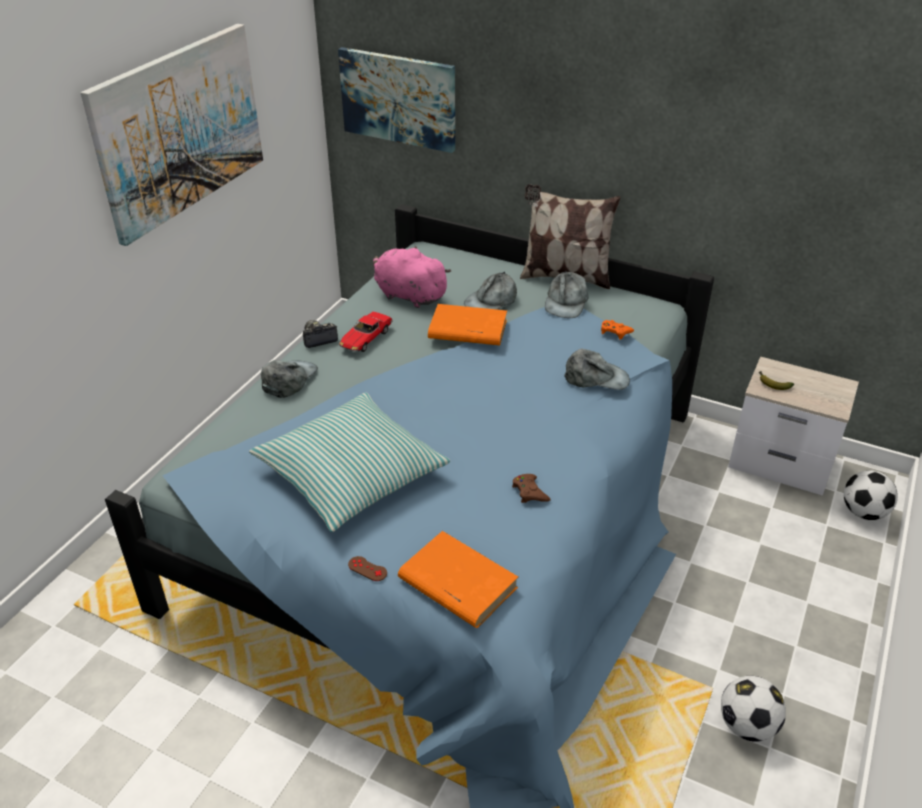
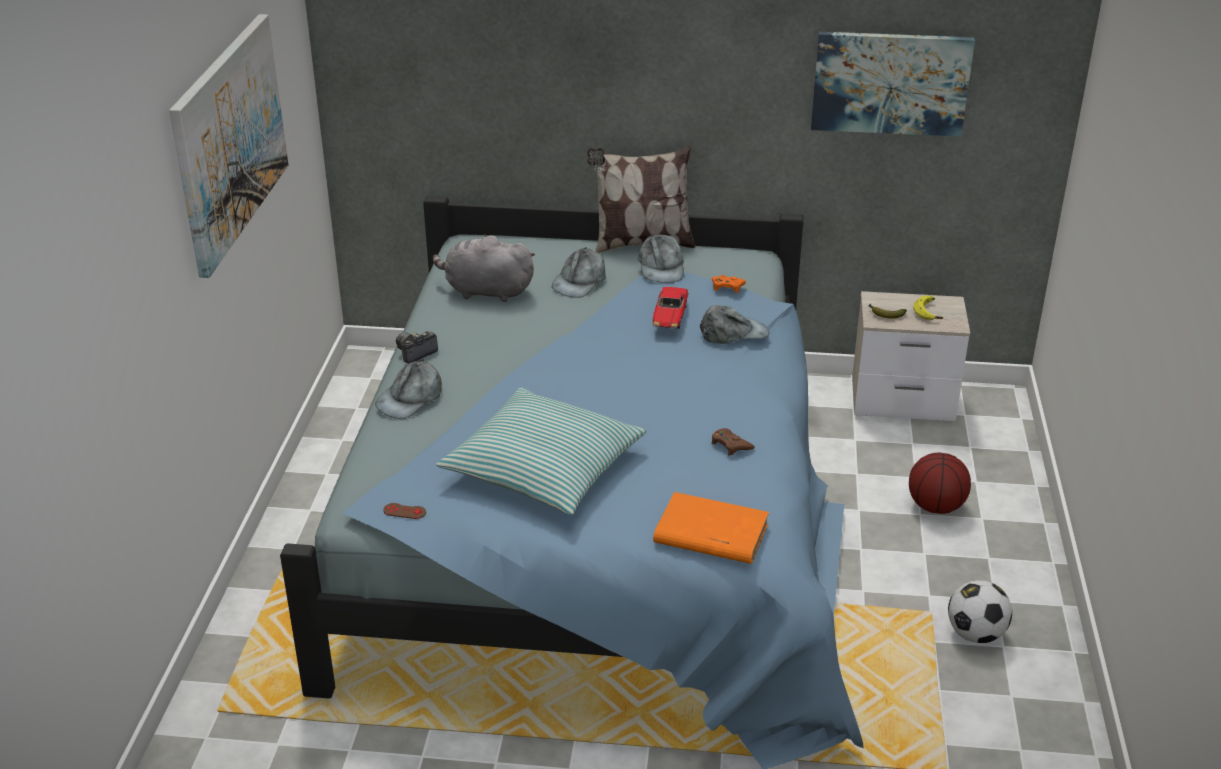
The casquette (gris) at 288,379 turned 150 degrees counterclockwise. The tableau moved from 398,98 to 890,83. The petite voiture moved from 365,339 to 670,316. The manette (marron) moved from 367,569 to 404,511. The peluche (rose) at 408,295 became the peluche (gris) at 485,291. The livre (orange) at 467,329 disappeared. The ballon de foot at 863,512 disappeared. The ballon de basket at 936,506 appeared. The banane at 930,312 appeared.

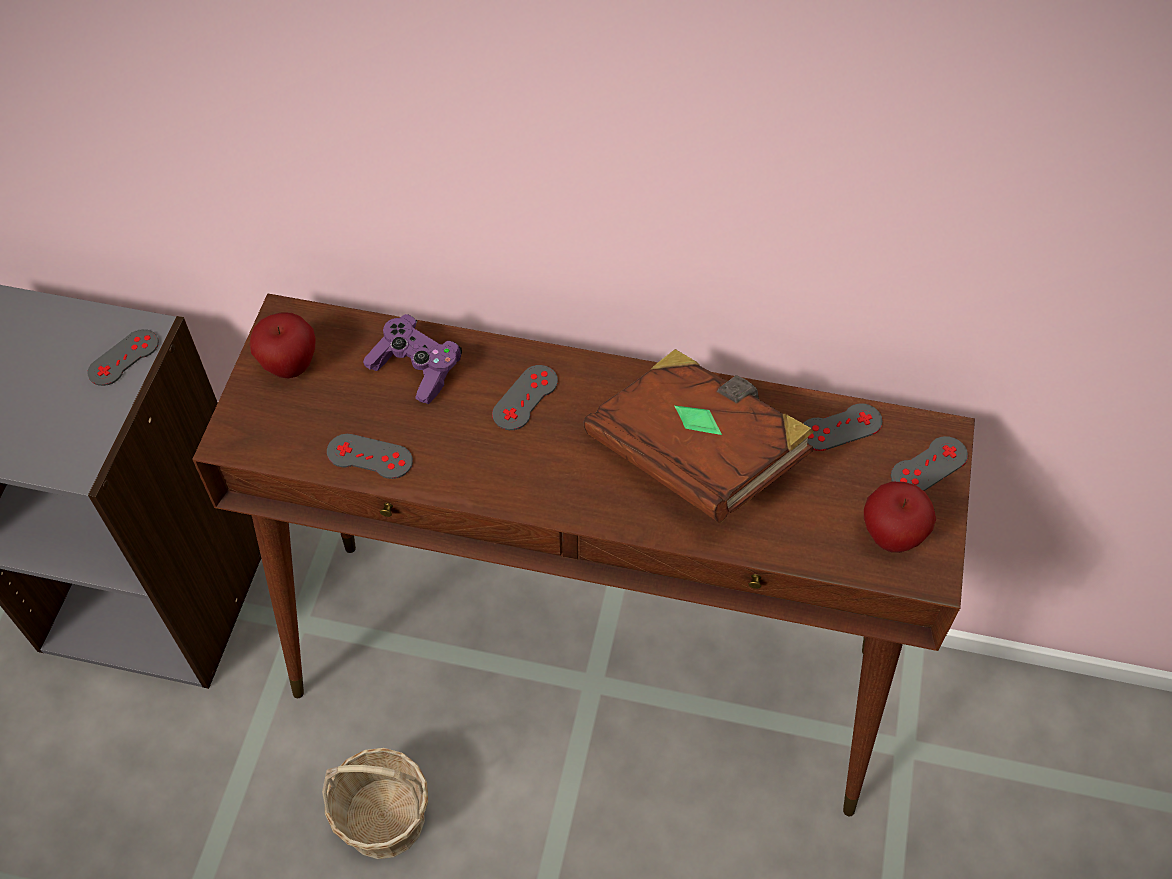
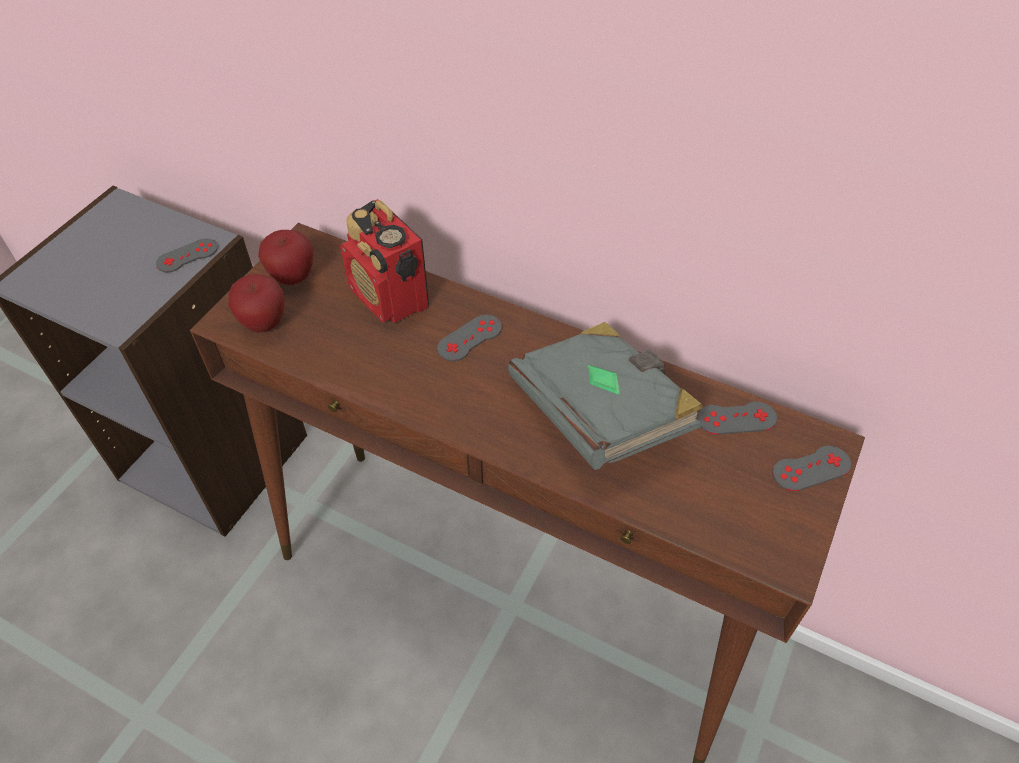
The panier at 383,817 disappeared. The manette (gris) at 369,456 disappeared. The manette (violet) at 416,368 was replaced by the radio at 390,298. The livre (marron) at 696,454 became the livre (gris) at 600,413. The pomme moved from 891,536 to 264,323.

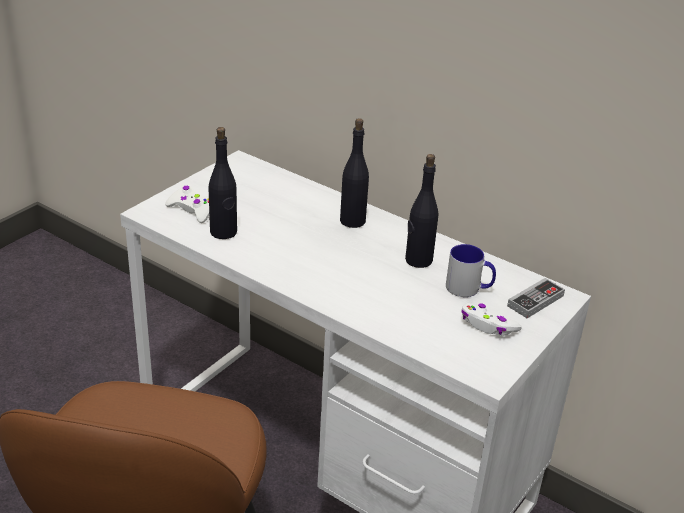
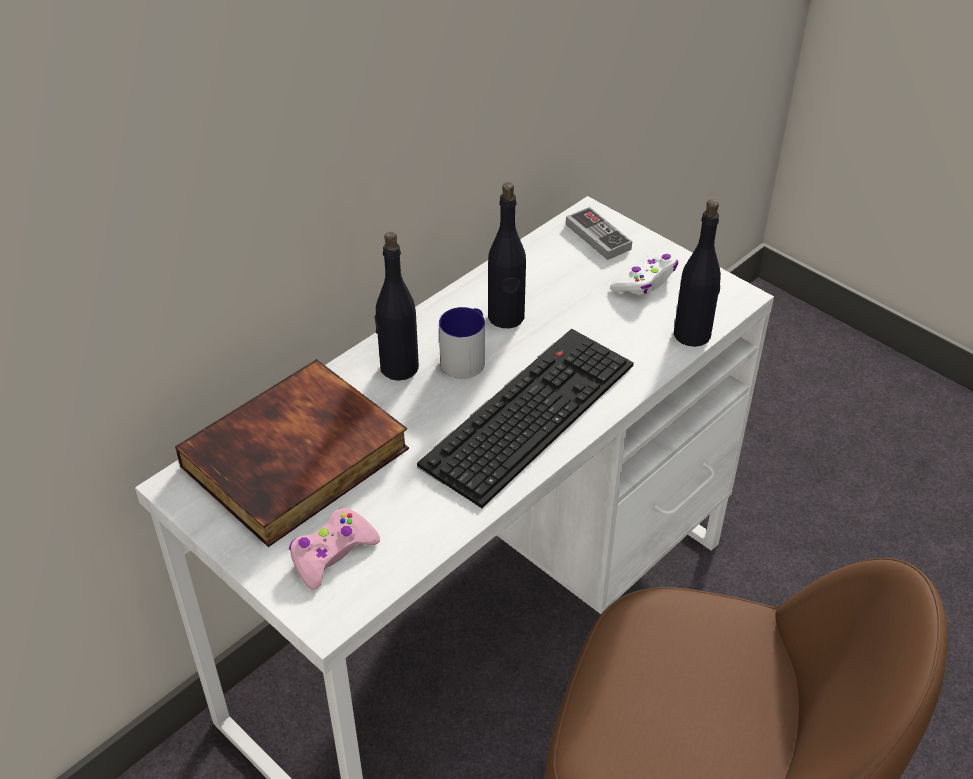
The manette (blanc) at 192,210 became the manette (rose) at 332,554. The bouteille (noir) moved from 223,232 to 692,334. The mug moved from 469,288 to 466,357. The livre at 296,460 appeared. The clavier at 528,411 appeared.

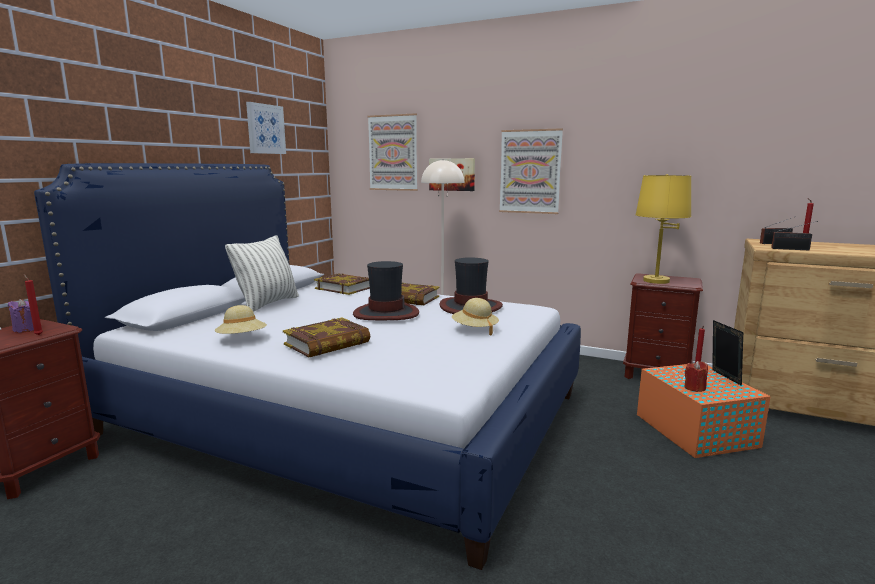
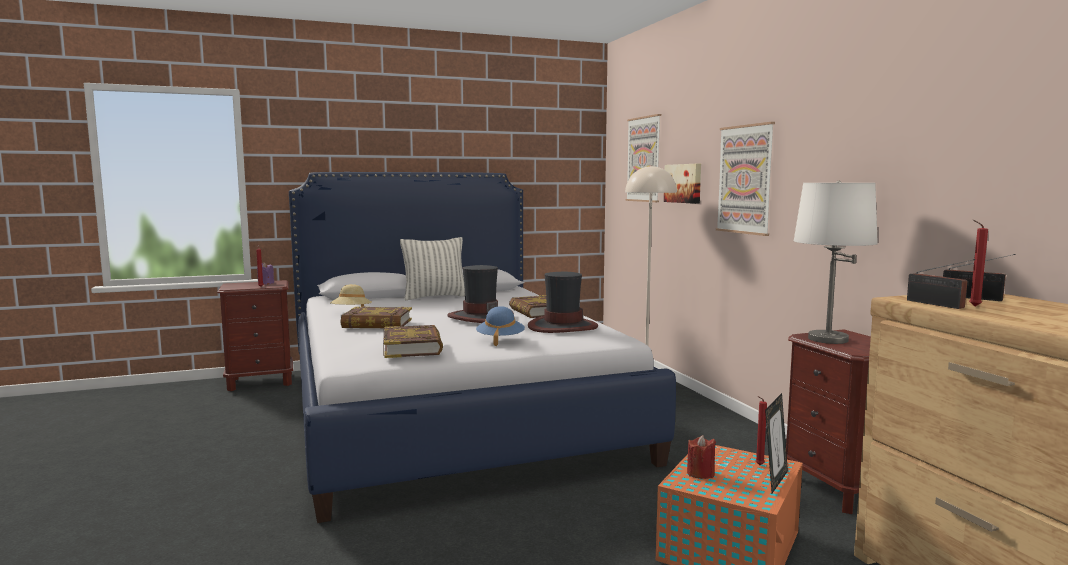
The tableau at 265,129 disappeared. The livre moved from 344,288 to 413,347. The chapeau (beige) at 474,329 became the chapeau (bleu) at 500,340. The lampe de table (jaune) at 656,281 became the lampe de table (blanc) at 827,339.

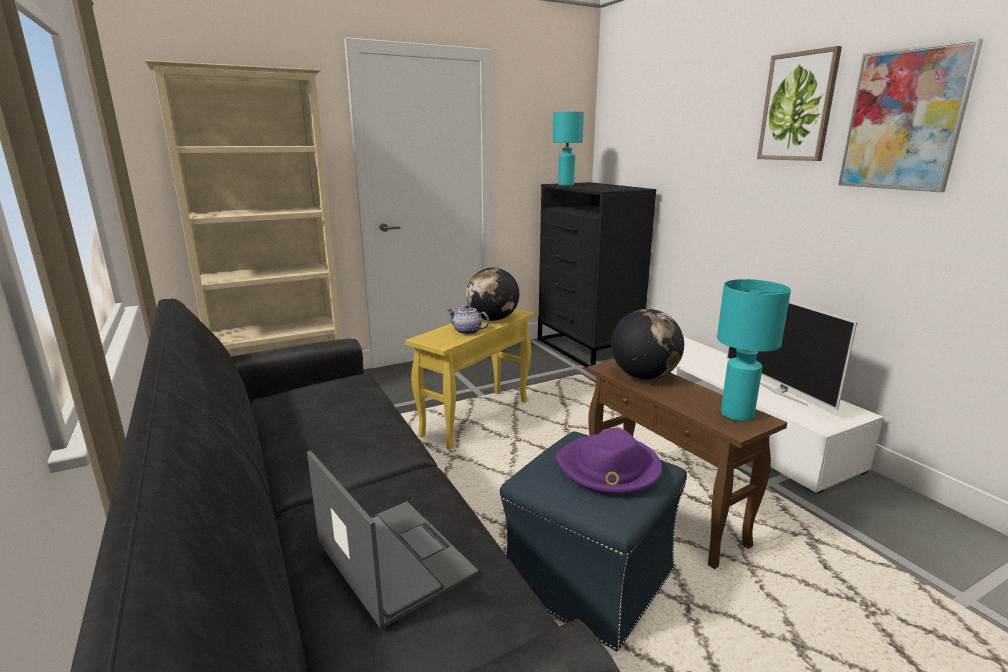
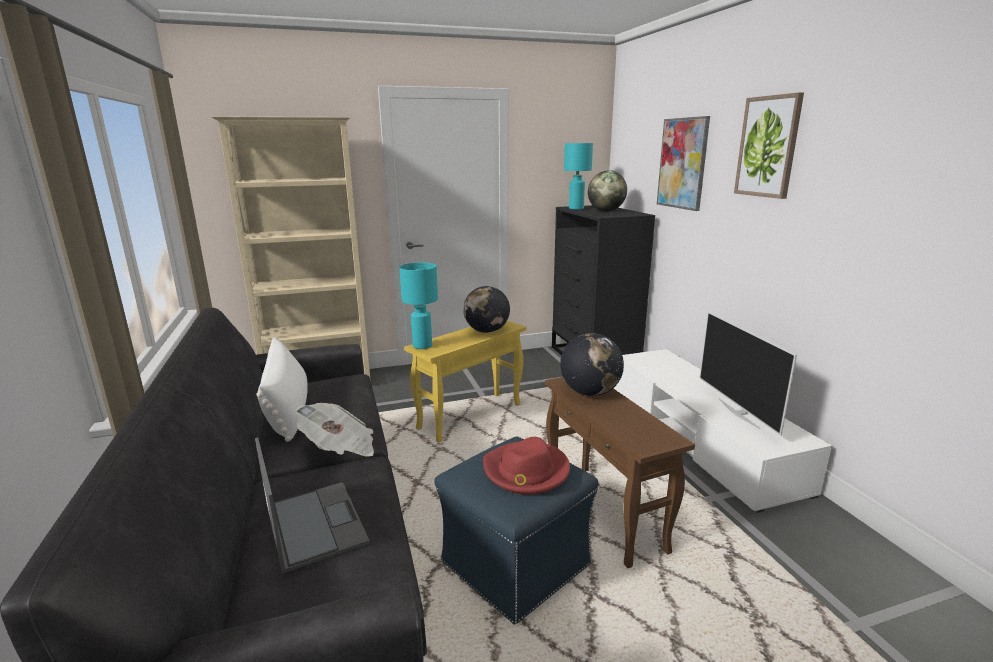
The théière at 467,331 disappeared. The chapeau (violet) at 609,469 became the chapeau (rouge) at 526,471. The lampe de table (turquoise) moved from 737,414 to 423,346. The tableau moved from 904,120 to 682,163. The coussin (blanc) at 288,410 appeared. The journal at 340,448 appeared. The globe at 606,211 appeared.

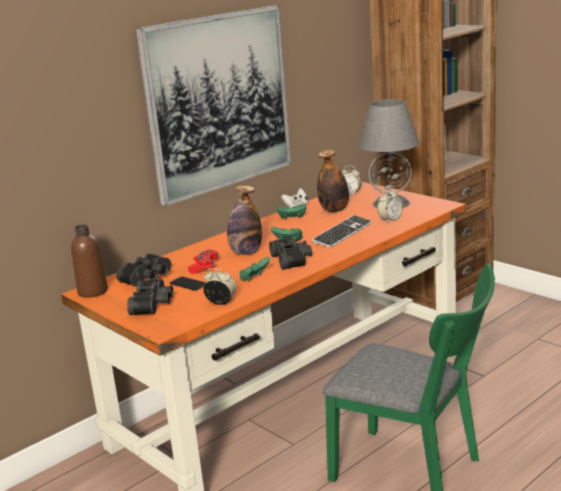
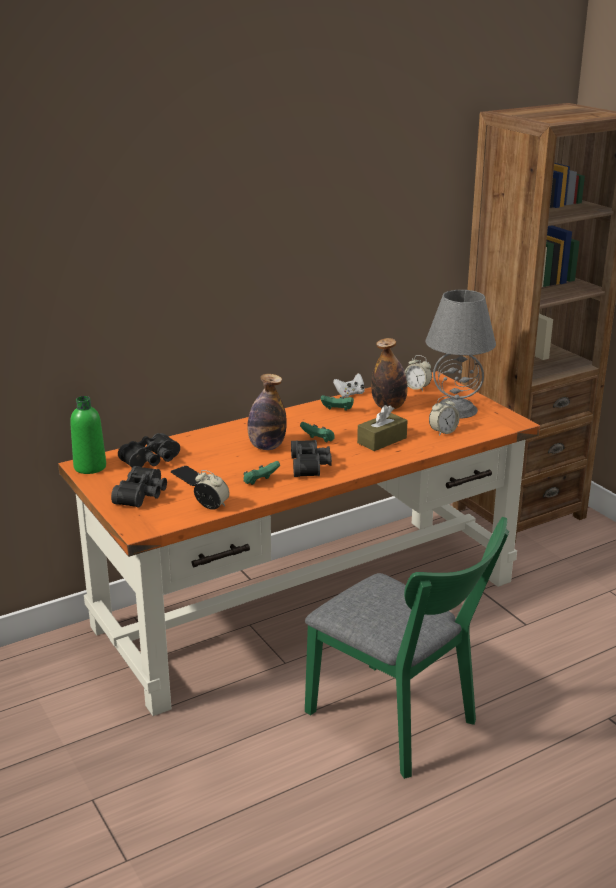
The bouteille (marron) at 93,292 became the bouteille (vert) at 90,467. The tableau at 218,102 disappeared. The manette (rouge) at 204,267 disappeared. The clavier at 342,233 was replaced by the boîte à mouchoirs (marron) at 382,440.

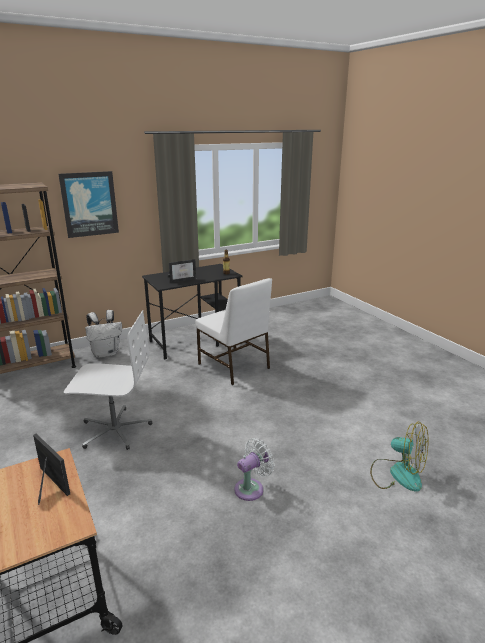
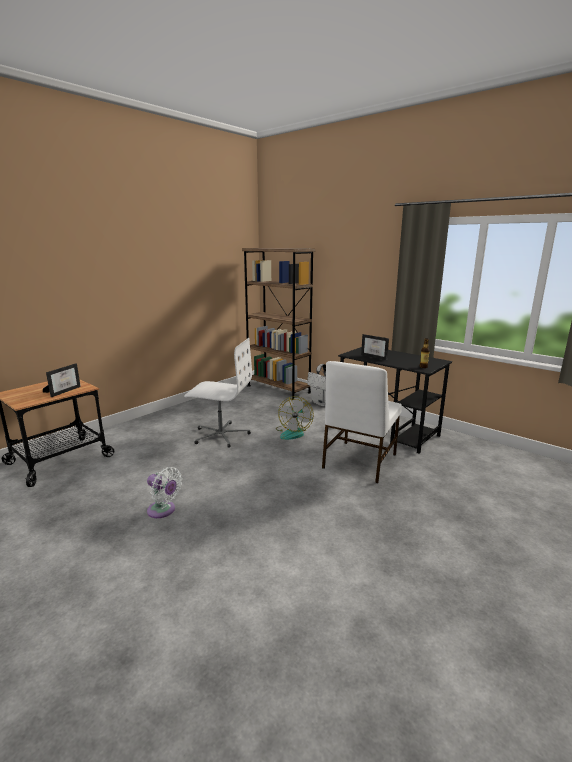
The tableau at 89,204 disappeared. The chaise de bureau (blanc) at 115,429 turned 60 degrees counterclockwise. The ventilateur moved from 397,474 to 293,432.

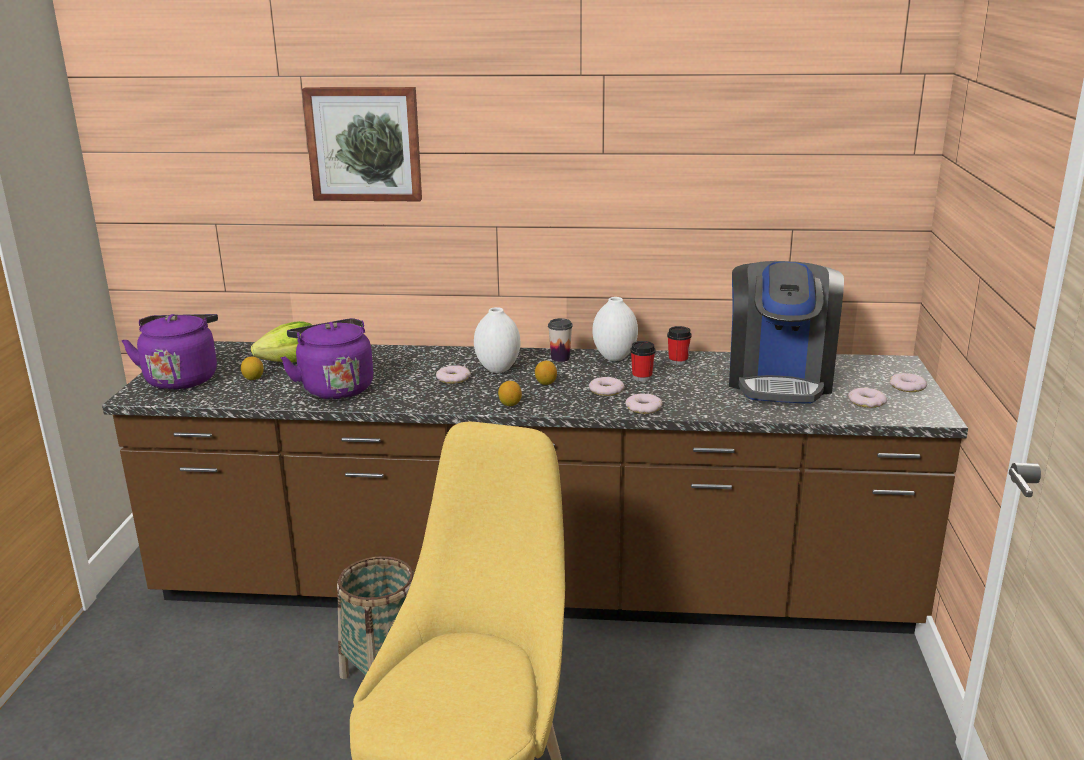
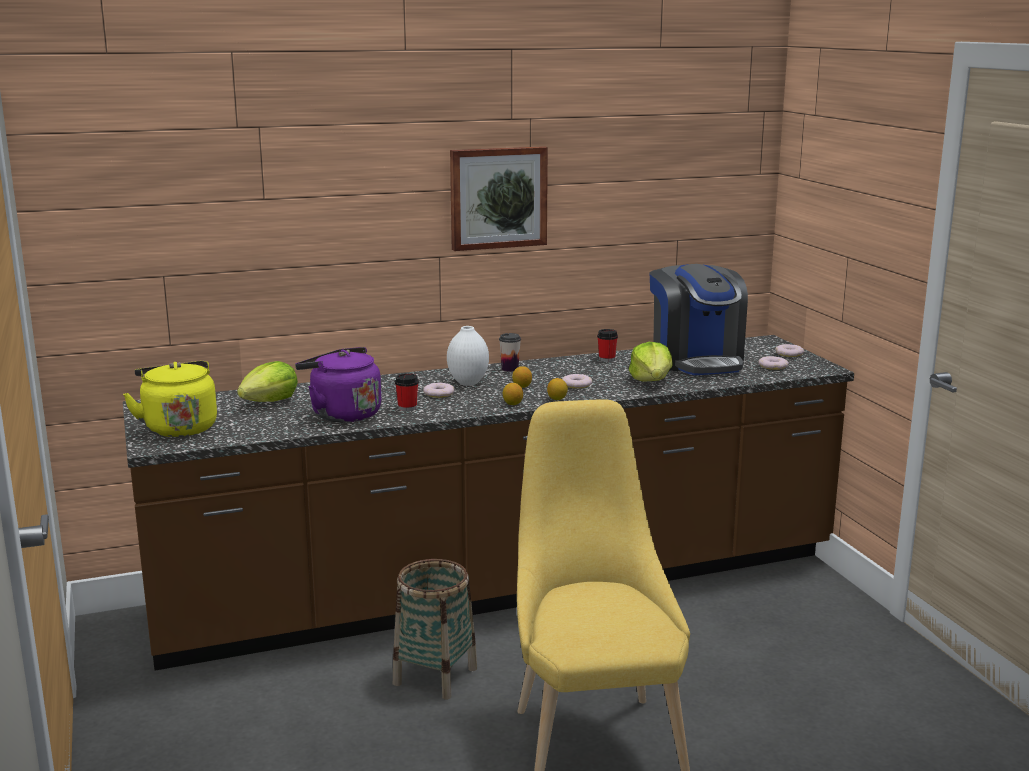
The bouilloire (violet) at 182,378 became the bouilloire (jaune) at 179,427. The citron moved from 253,378 to 557,399. The tableau moved from 364,144 to 498,197. The vase (blanc) at 614,357 disappeared. The beignet at 643,408 disappeared. The tasse moved from 642,377 to 407,408. The laitue at 651,381 appeared.

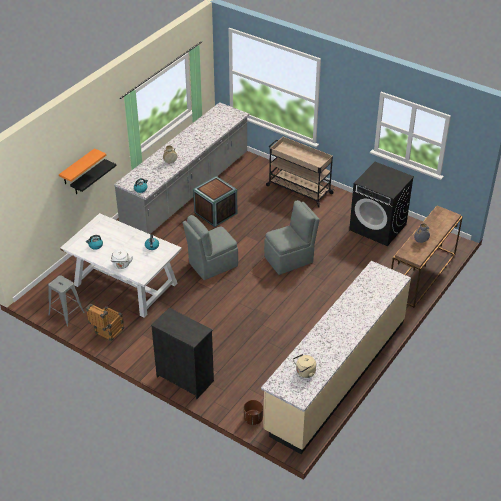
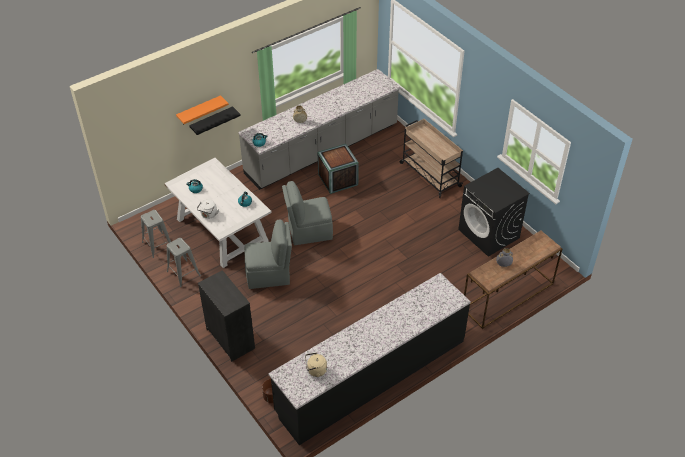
The caisse at 107,333 was replaced by the tabouret (gris) at 183,273. The comptoir de cuisine (beige) at 336,374 became the comptoir de cuisine (noir) at 371,375. The chaise (gris) moved from 290,259 to 269,275.

